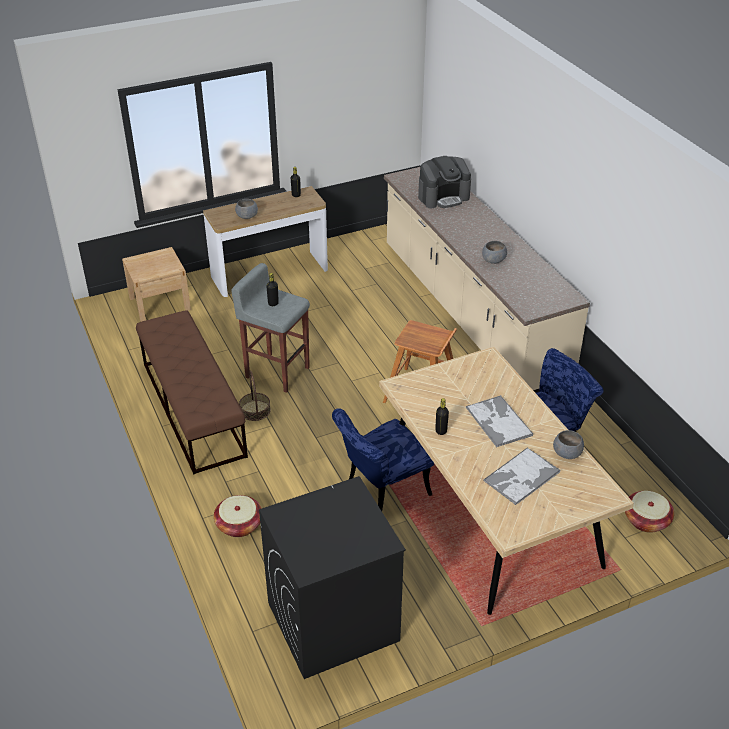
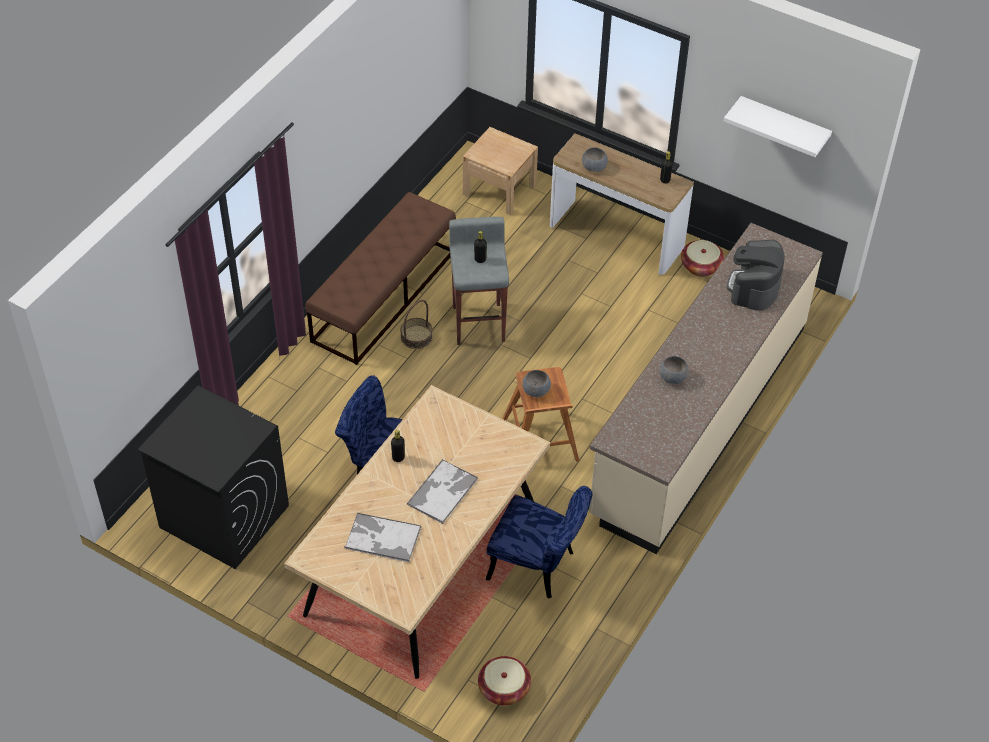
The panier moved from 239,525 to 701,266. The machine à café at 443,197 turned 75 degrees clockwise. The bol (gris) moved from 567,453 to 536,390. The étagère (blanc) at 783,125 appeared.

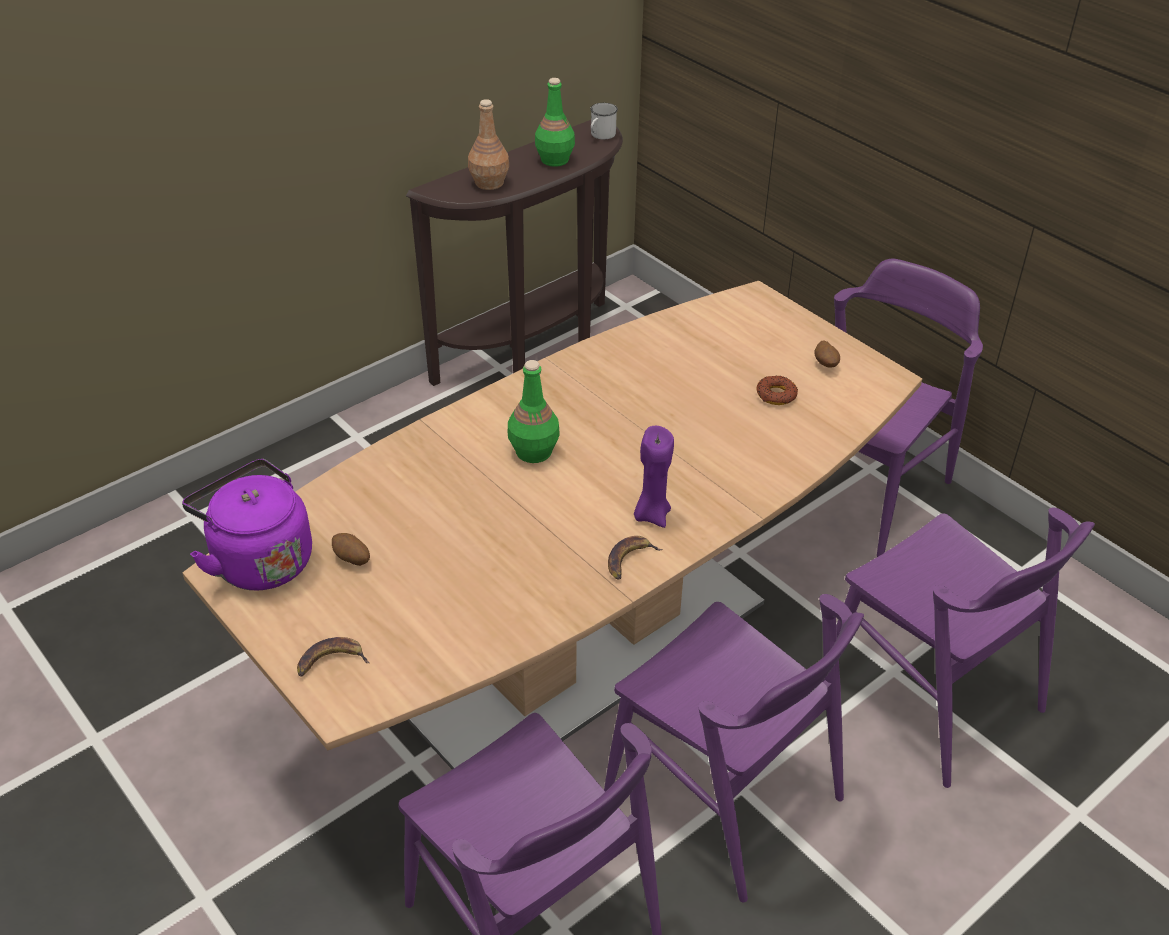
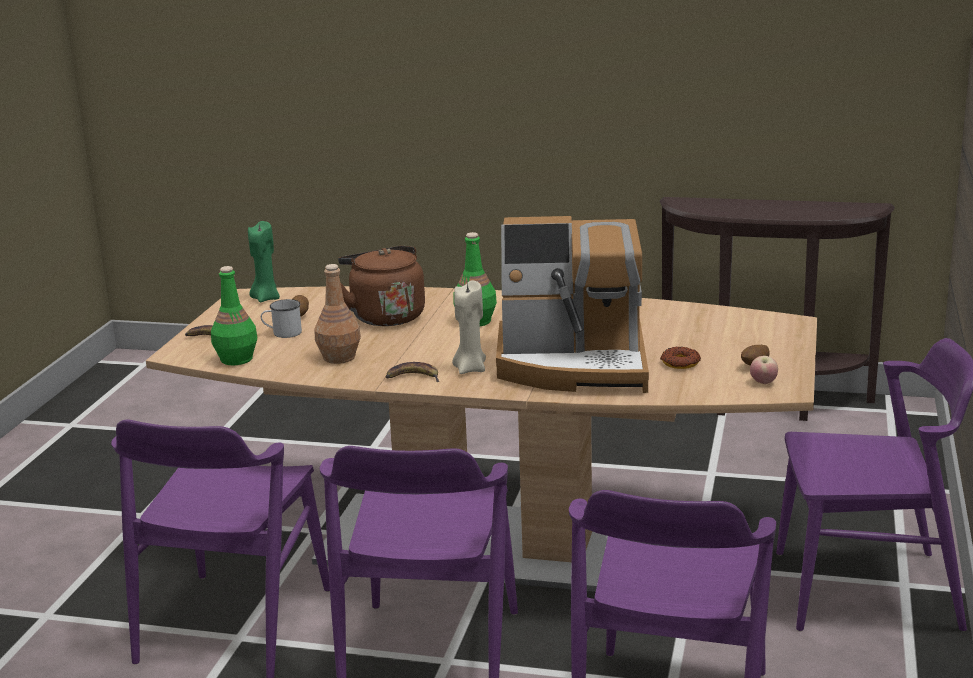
The bouilloire (violet) at 259,560 was replaced by the bougie (vert) at 265,298. The bouteille (marron) moved from 489,183 to 339,357. The bouteille (vert) moved from 555,160 to 236,359. The mug (blanc) moved from 601,135 to 282,333. The bougie (violet) at 651,515 became the bougie (beige) at 470,369. The bouilloire (marron) at 385,316 appeared. The machine à café at 574,365 appeared. The pomme at 763,383 appeared.

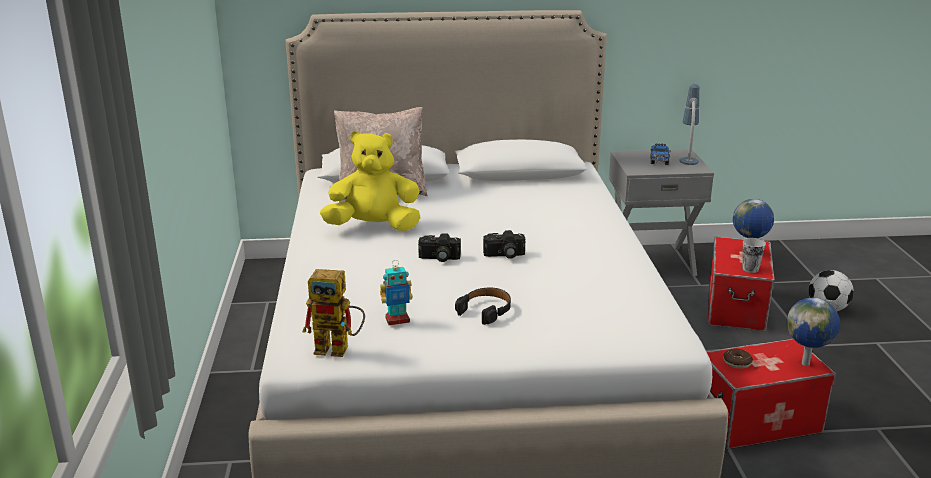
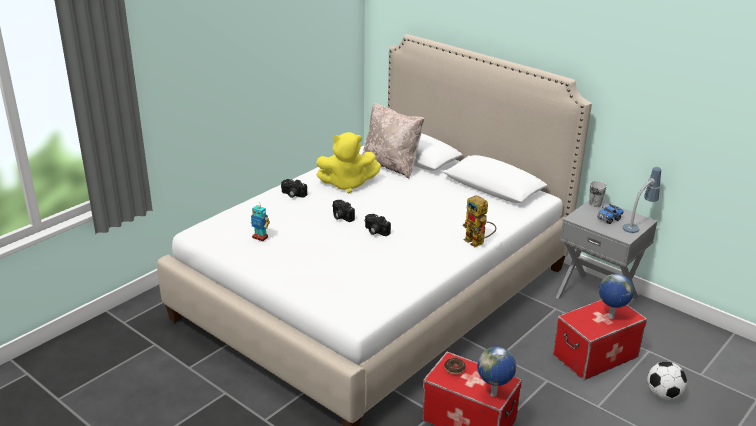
The robot jouet moved from 339,348 to 478,243. The peluche (jaune) at 373,227 turned 135 degrees clockwise. The casque audio (noir) at 485,310 disappeared. The tasse moved from 750,269 to 595,204. The appareil photo at 292,194 appeared.

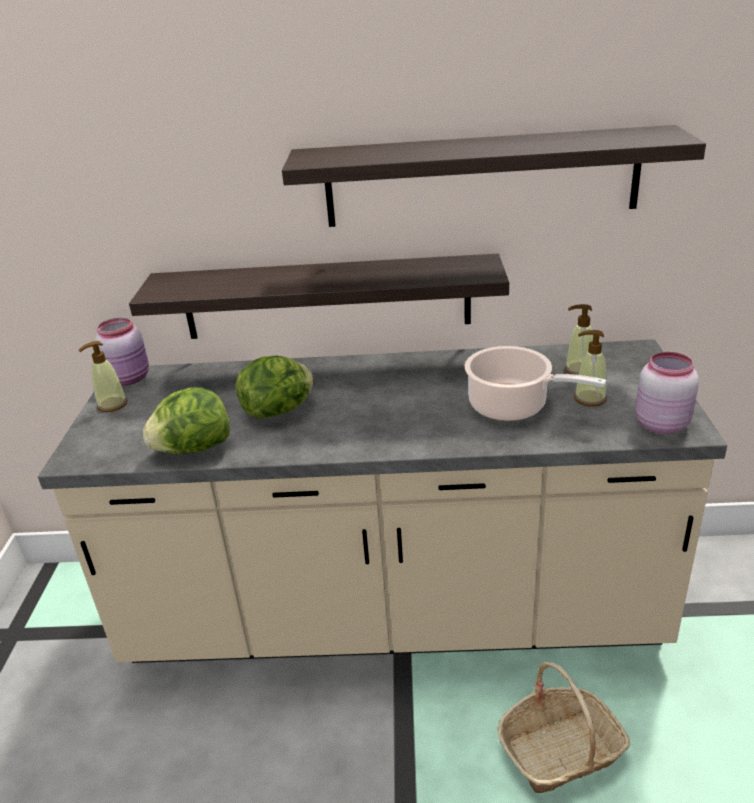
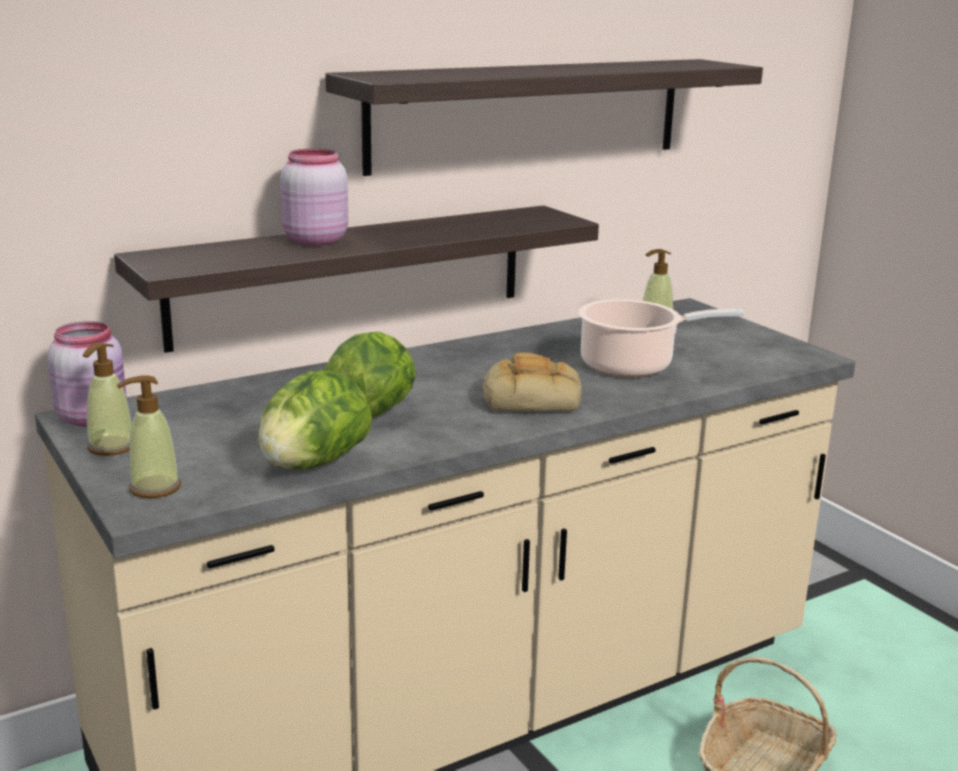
The distributeur de savon moved from 589,399 to 154,488. The bocal (rose) moved from 660,423 to 313,240. The pain at 532,398 appeared.

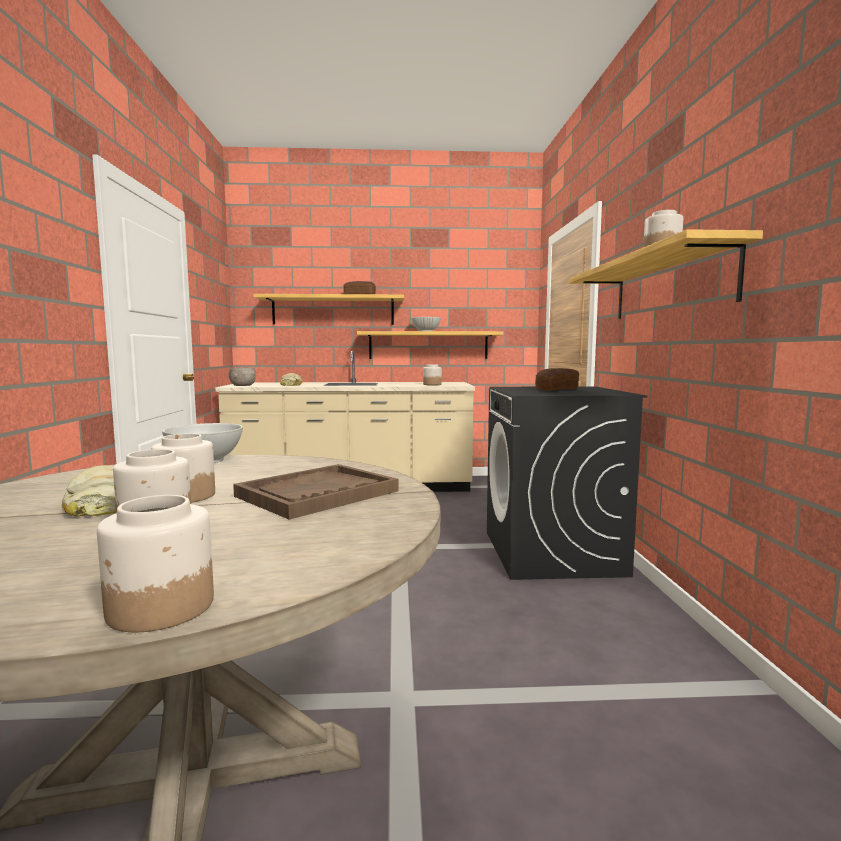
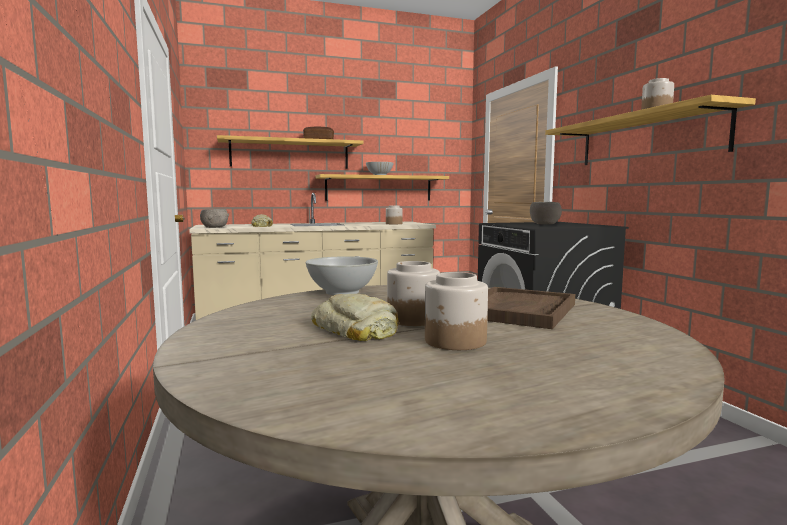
The bocal at 160,608 disappeared. The pain at 557,389 was replaced by the bol (gris) at 544,224.

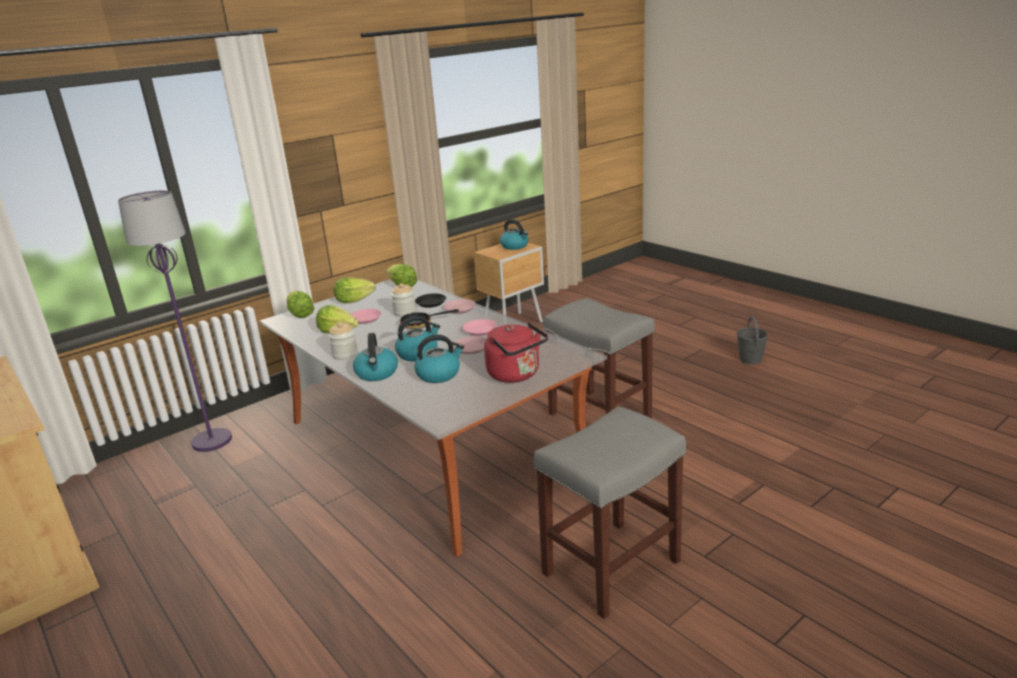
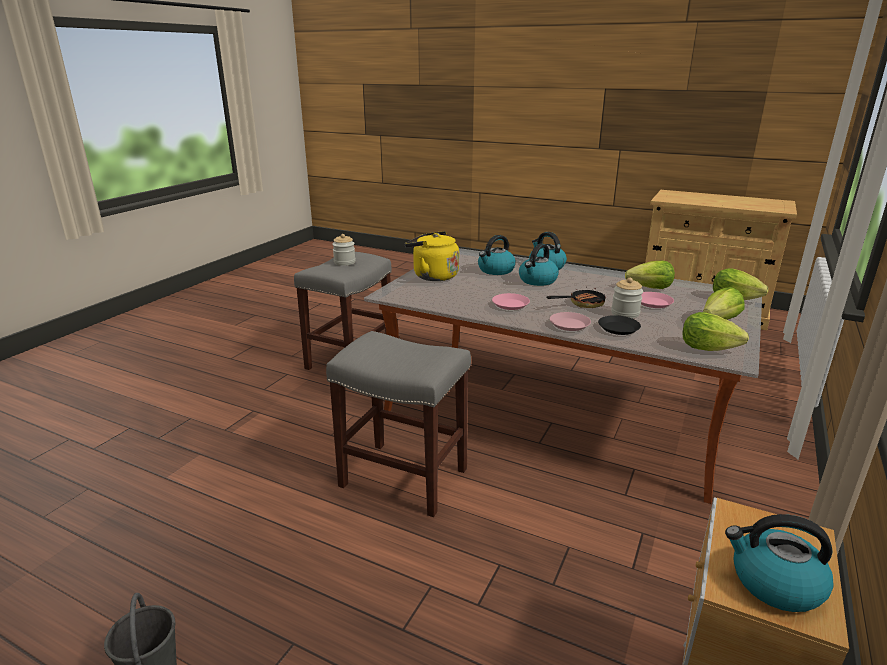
The lampadaire (violet) at 212,441 disappeared. The bocal moved from 345,354 to 344,262. The assiette (rose) at 471,348 disappeared. The bouilloire (rouge) at 516,375 became the bouilloire (jaune) at 432,276.

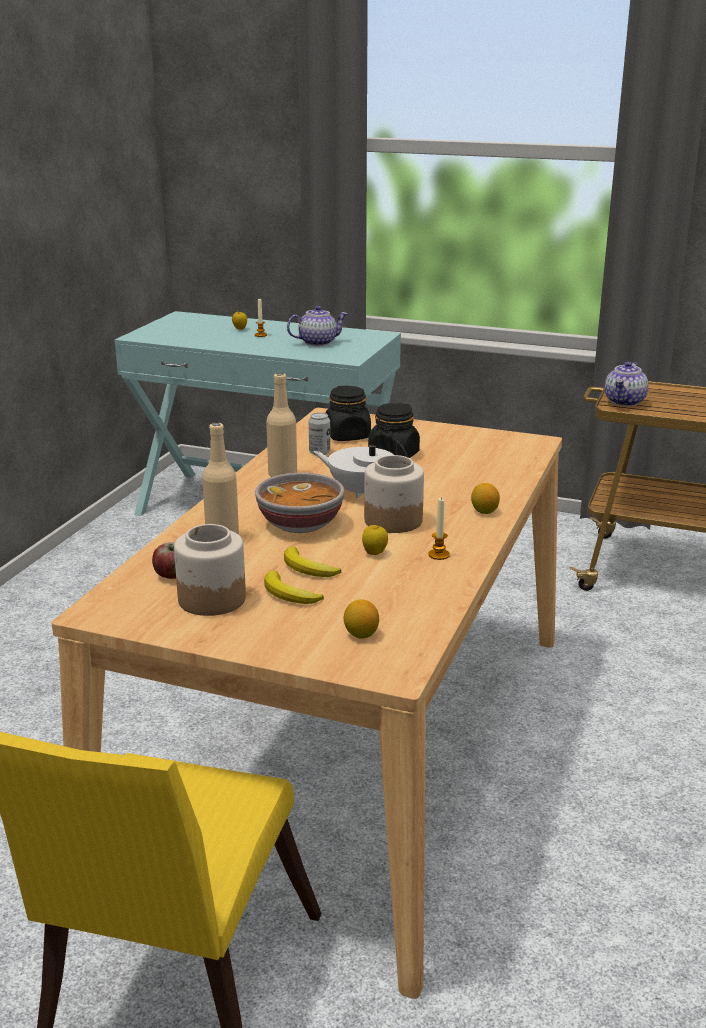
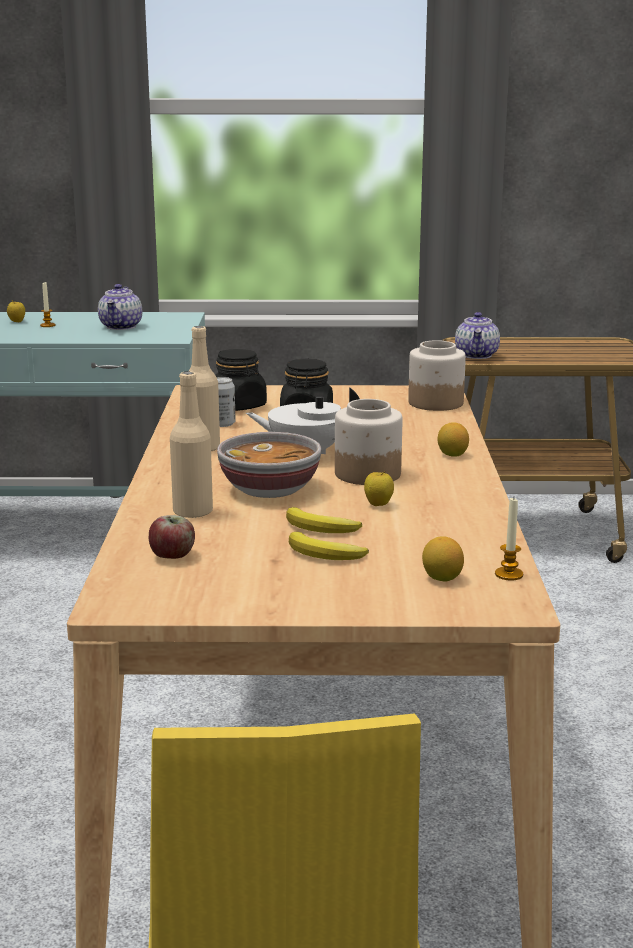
The bocal moved from 211,599 to 435,403. The théière at 318,342 turned 135 degrees clockwise. The bougie moved from 438,555 to 509,574.

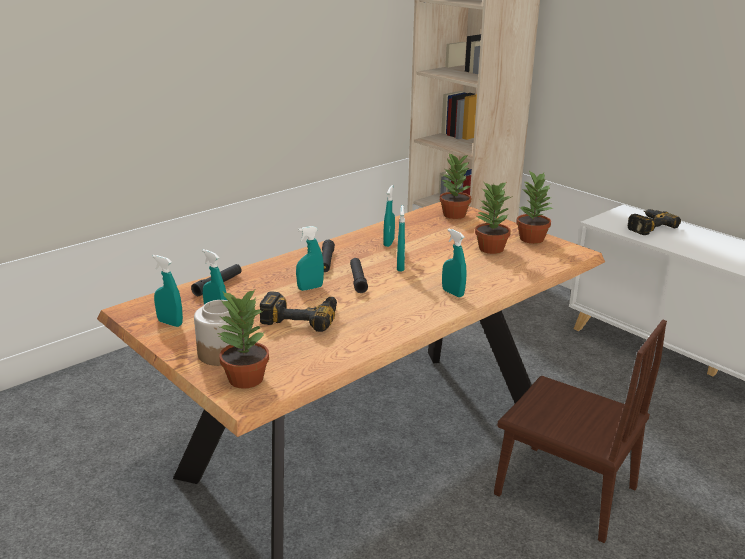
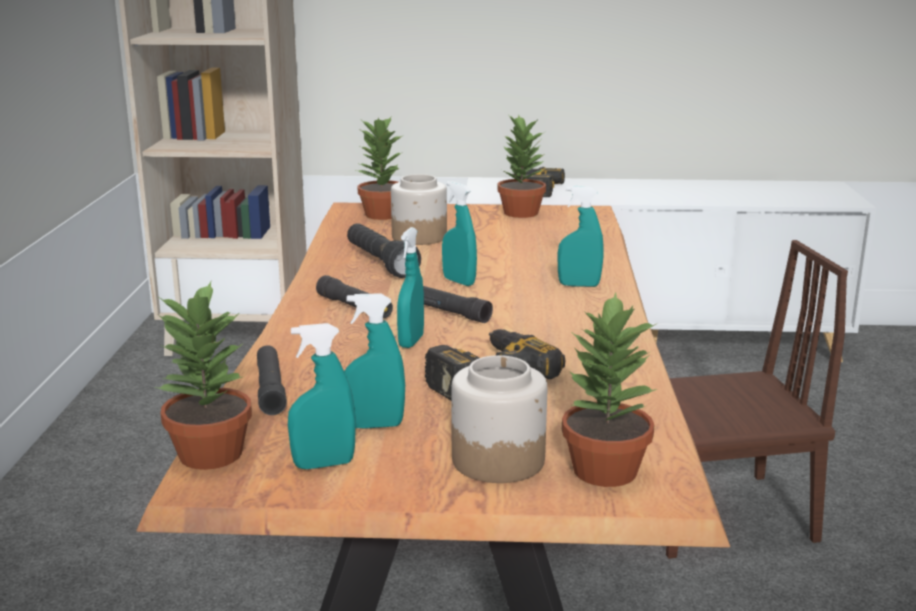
The vaporisateur (turquoise) at 388,243 was replaced by the lampe de poche (noir) at 380,263. The plante en pot moved from 490,249 to 209,455. The bocal at 419,237 appeared.

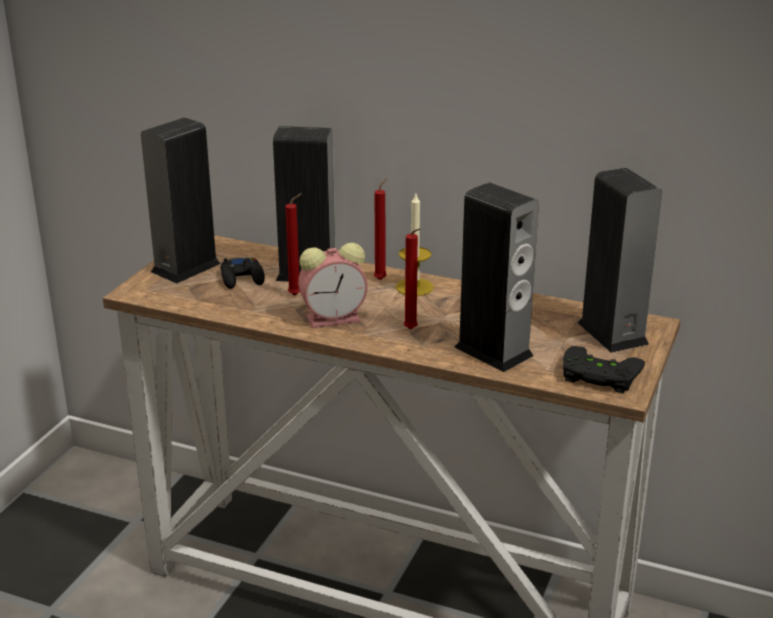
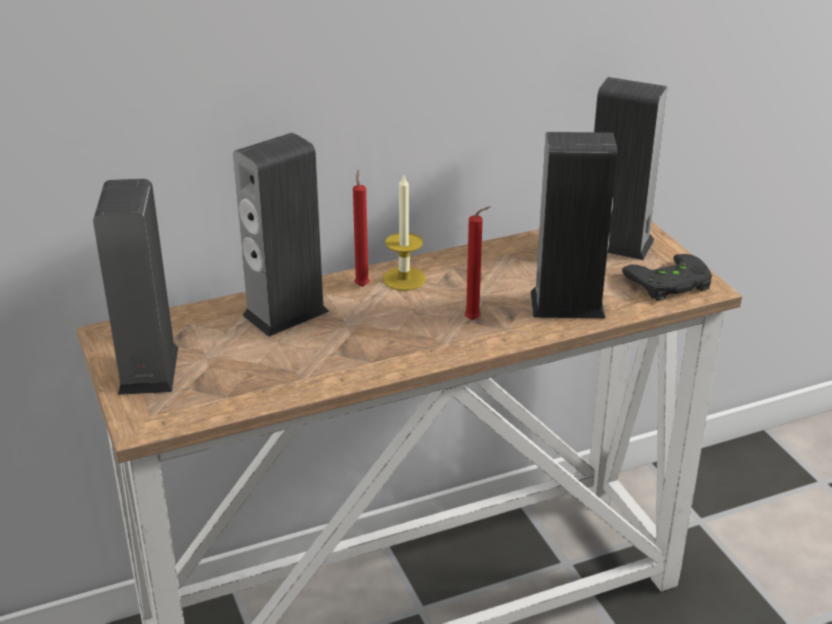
The manette (noir) at 242,278 disappeared. The bougie (rouge) at 297,295 disappeared. The réveil at 335,318 disappeared.

